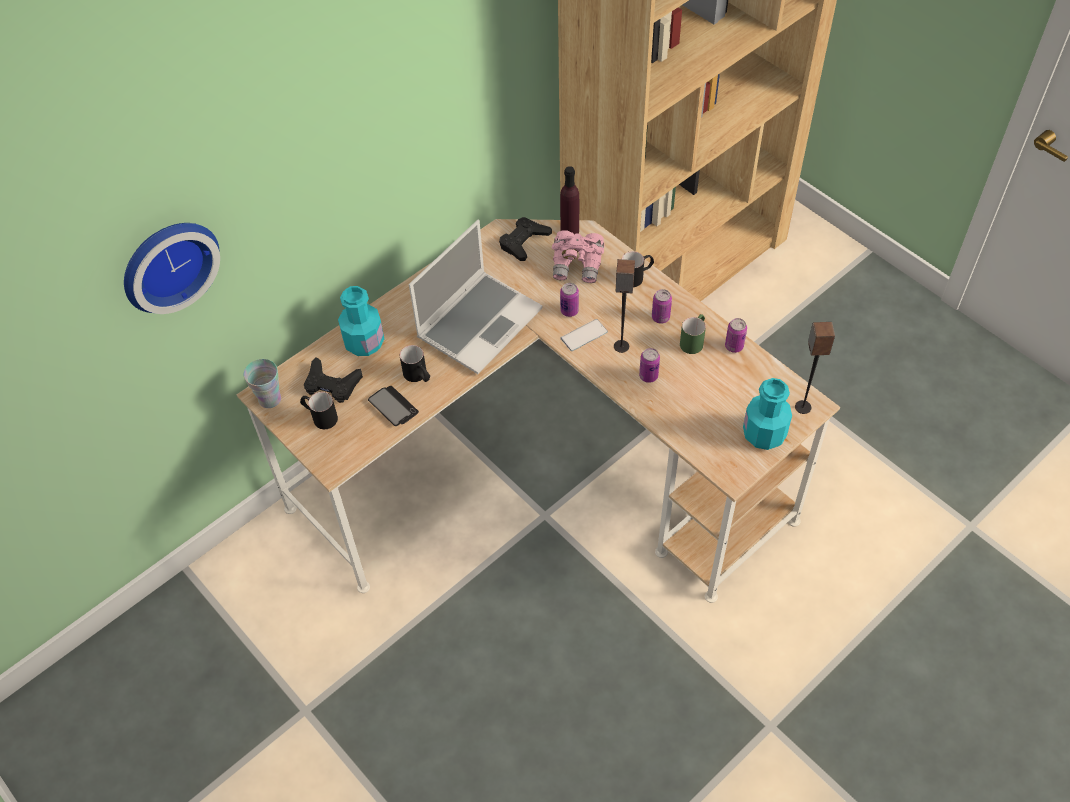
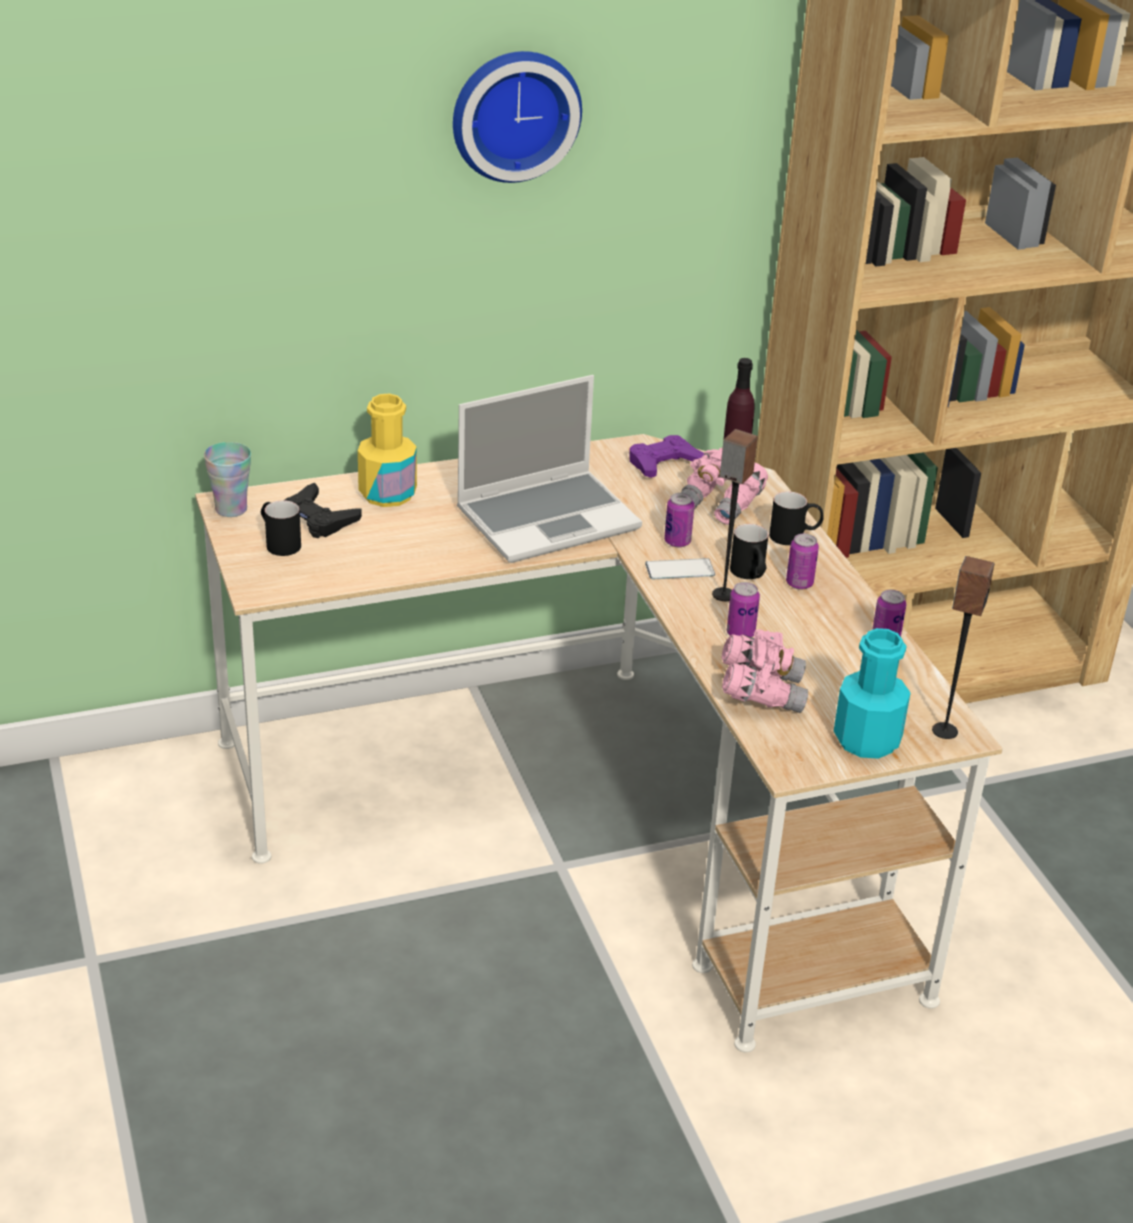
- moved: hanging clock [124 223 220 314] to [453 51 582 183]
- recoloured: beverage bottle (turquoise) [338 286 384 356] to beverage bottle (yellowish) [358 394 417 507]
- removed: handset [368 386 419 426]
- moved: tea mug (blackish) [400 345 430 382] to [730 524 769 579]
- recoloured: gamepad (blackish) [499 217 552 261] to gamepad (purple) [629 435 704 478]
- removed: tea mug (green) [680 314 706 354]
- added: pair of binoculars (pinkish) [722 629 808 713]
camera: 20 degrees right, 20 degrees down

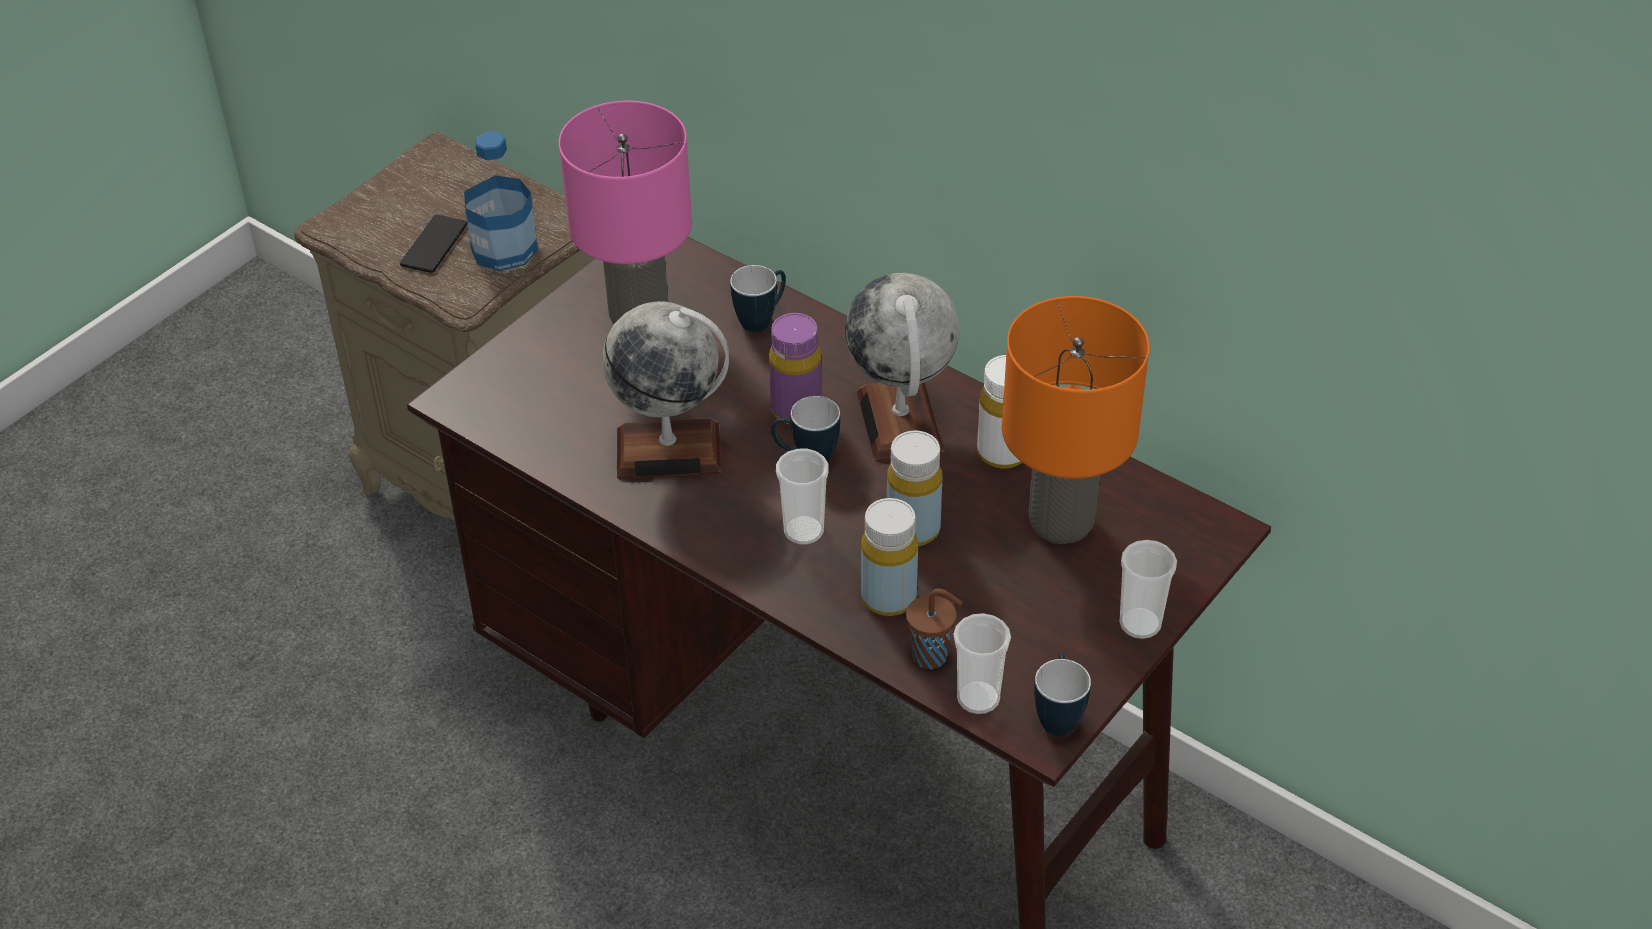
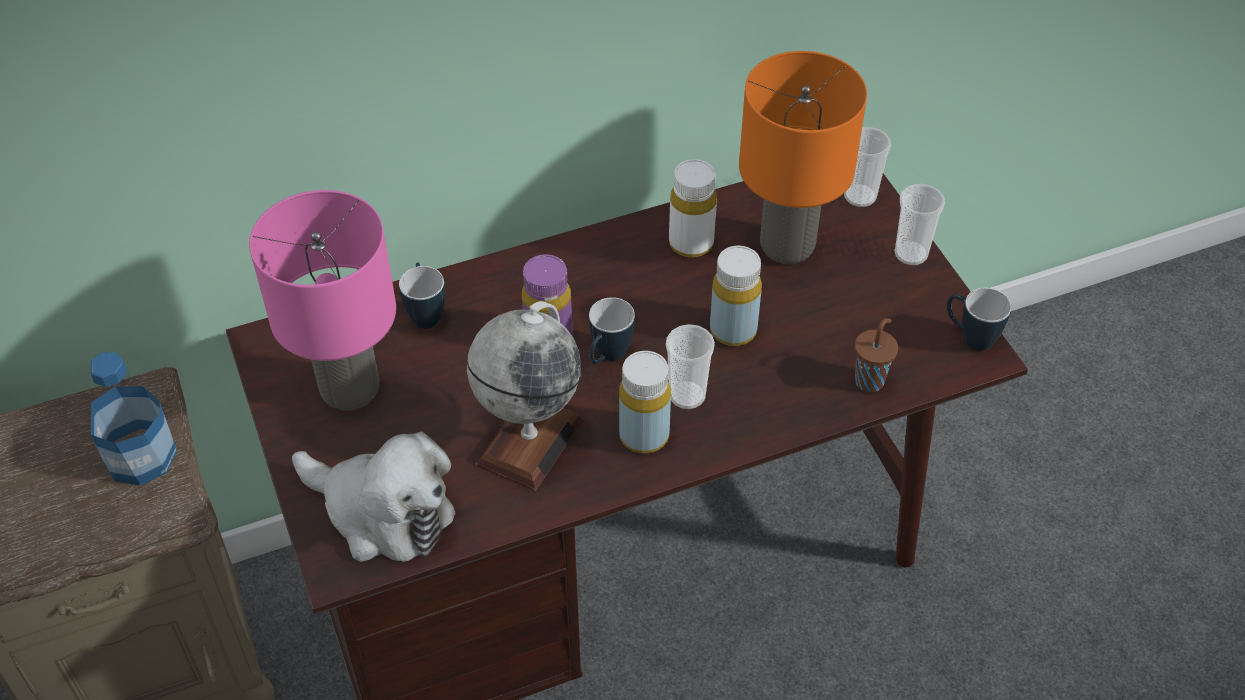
- removed: handset [400 215 467 273]
- removed: world globe [845 273 959 461]
- moved: beverage bottle (yellowish) [861 498 918 616] to [619 351 671 453]
- moved: cup [954 613 1011 714] to [844 127 891 207]
- added: soft toy [292 432 456 562]
camera: 60 degrees left, 5 degrees up

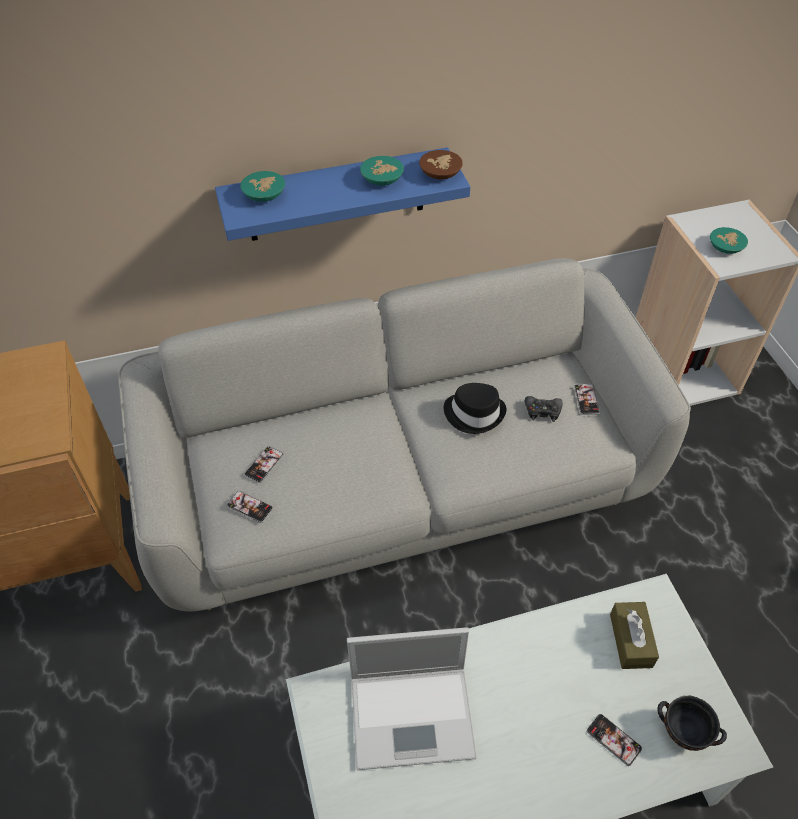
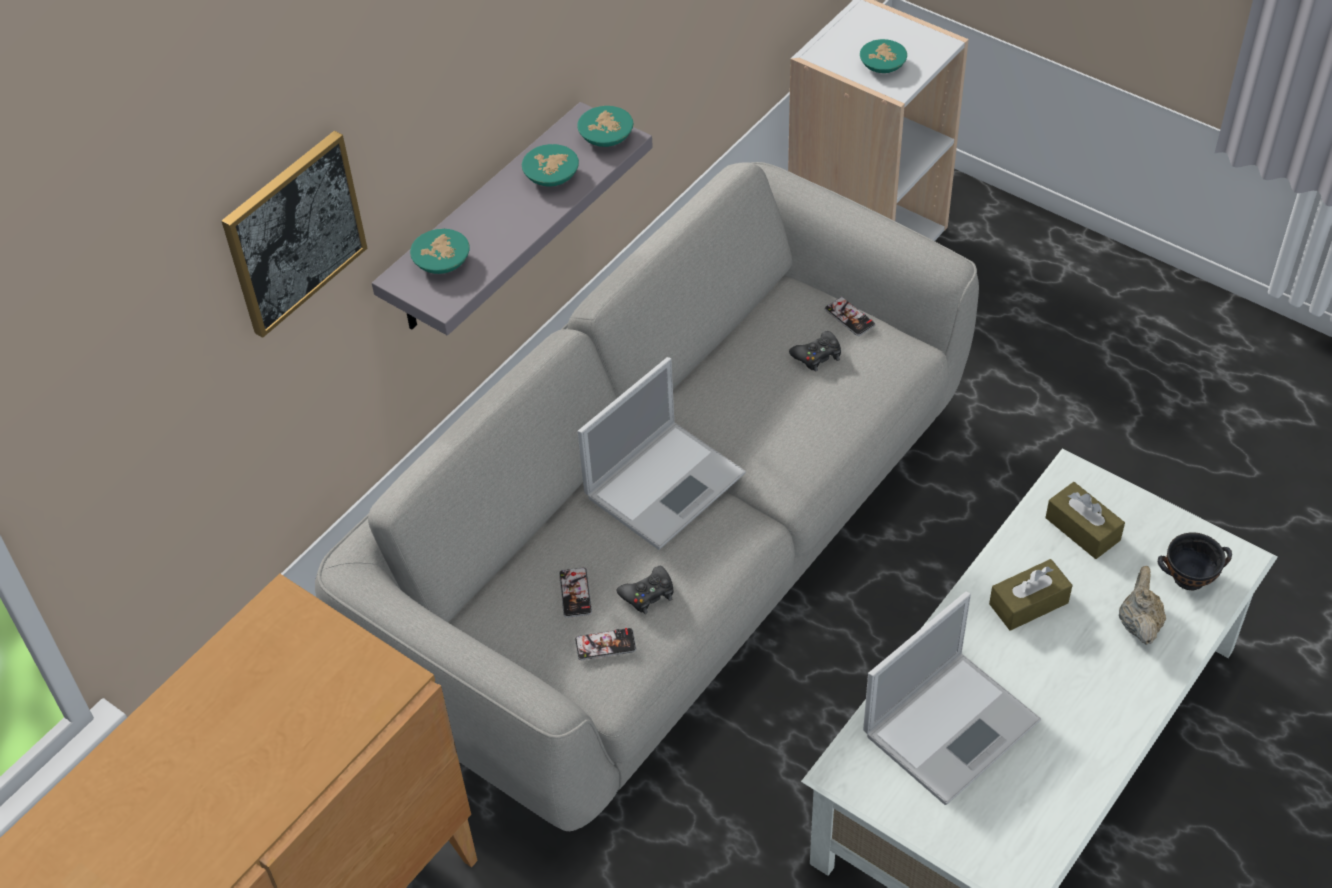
- recoloured: bracket shelf (blue-coloured) [215 147 470 241] to bracket shelf (gray) [372 102 653 335]
- recoloured: serving bowl (brown-coloured) [419 150 463 179] to serving bowl (turquoise) [577 106 633 147]
- removed: hat (blackish) [444 383 506 434]
- replaced: handset [587 714 642 766] to pot for tea (sand-coloured) [1119 566 1166 645]
- added: wall art [222 131 367 338]
- added: notebook computer [578 357 746 550]
- added: gamepad (blackish) [617 566 673 614]
- added: tissue holder (brown-coloured) [989 559 1073 631]
camera: 35 degrees left, 0 degrees up

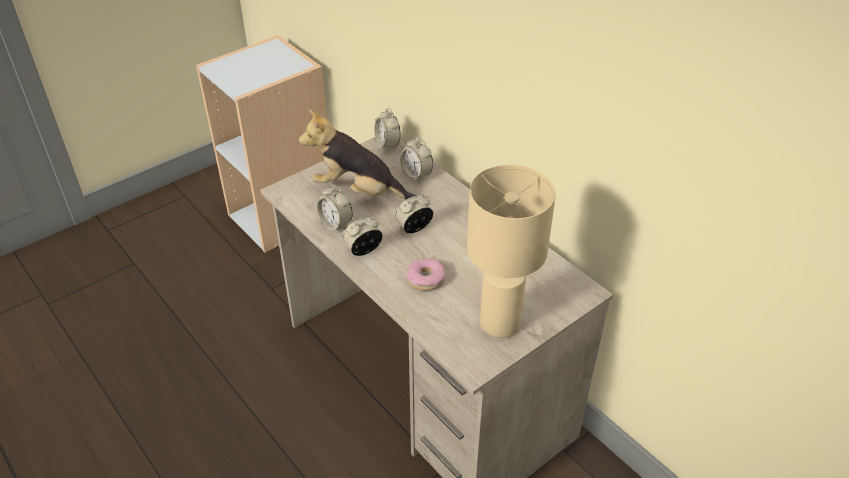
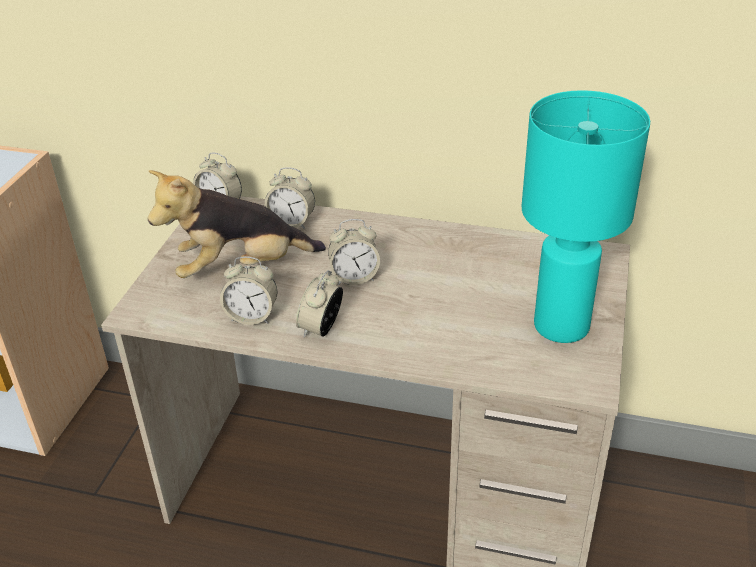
- turned: table clock [395 194 433 233] = [328 219 380 285] 120 degrees counterclockwise
- removed: doughnut [406 258 446 291]
- recoloured: table lamp (sand-coloured) [467 165 556 338] to table lamp (turquoise) [522 90 650 343]
camera: 35 degrees left, 5 degrees down

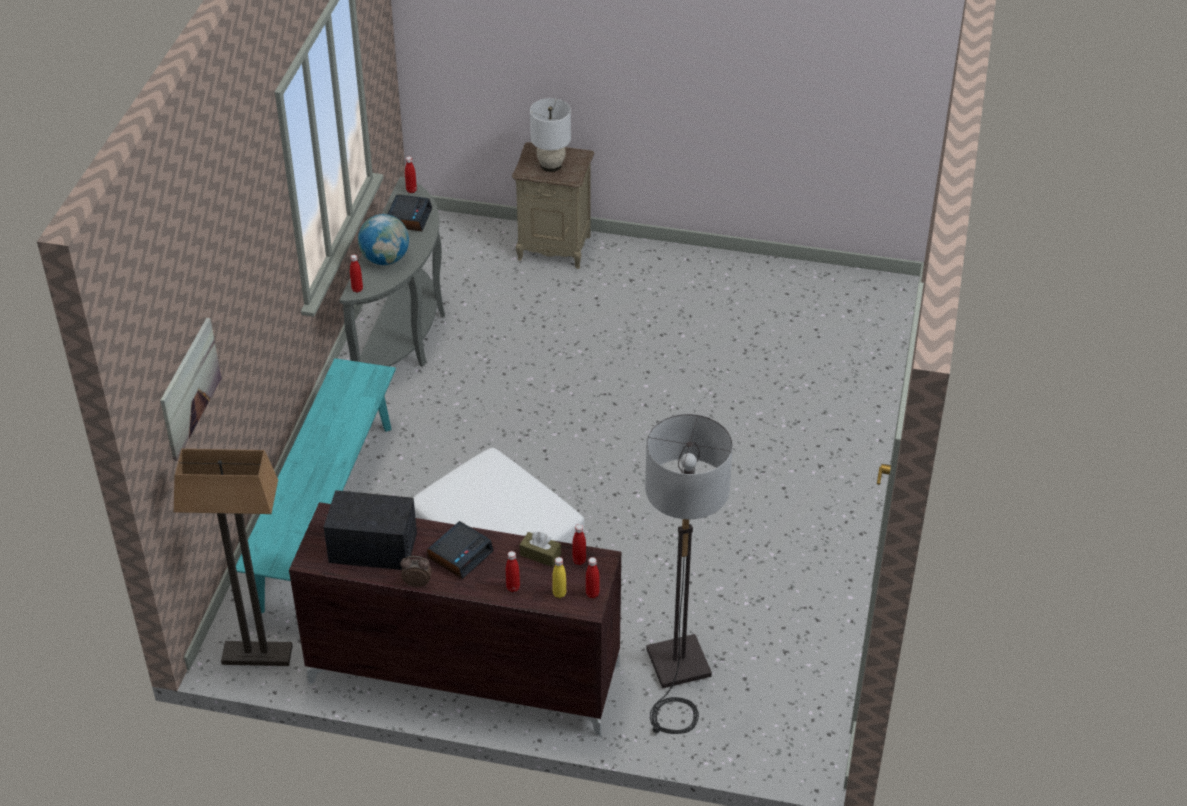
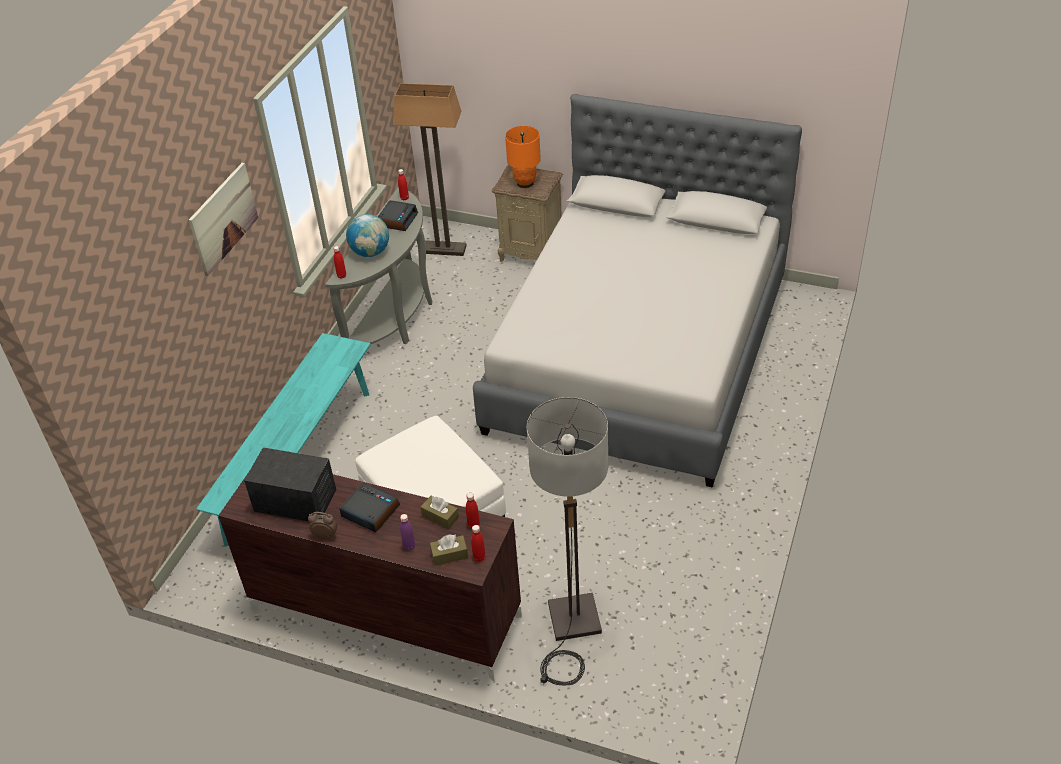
- moved: wall art [160 318 221 461] to [189 163 258 276]
- moved: standing lamp [174 449 293 666] to [393 83 467 256]
- turned: table clock [427 521 494 579] = [339 483 400 532] 105 degrees counterclockwise
- recoloured: beverage bottle (red) [506 551 520 592] to beverage bottle (purple) [400 514 415 550]
- recoloured: table lamp (whitish) [530 98 571 172] to table lamp (orange-coloured) [505 126 541 188]
- replaced: beverage bottle (yellowish) [552 557 566 598] to tissue holder (brown-coloured) [430 534 468 566]
- added: bedroom bed (gray) [473 94 802 488]
camera: 10 degrees right, 0 degrees up

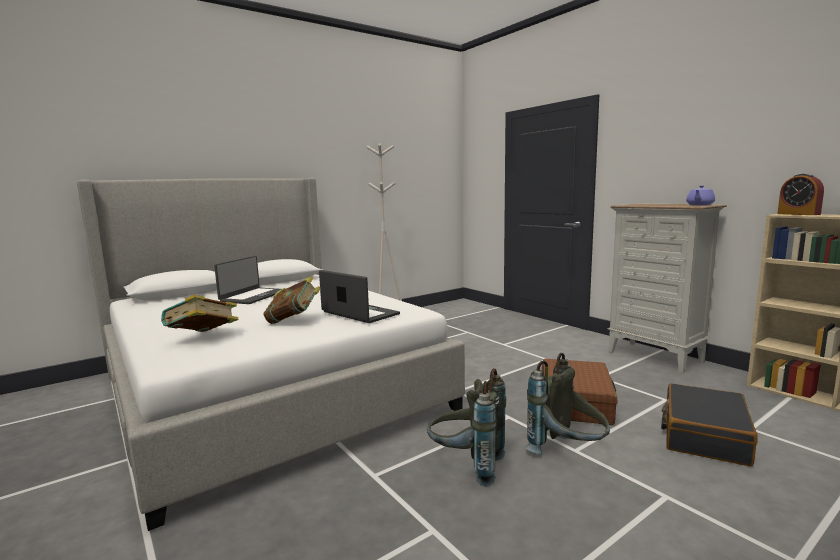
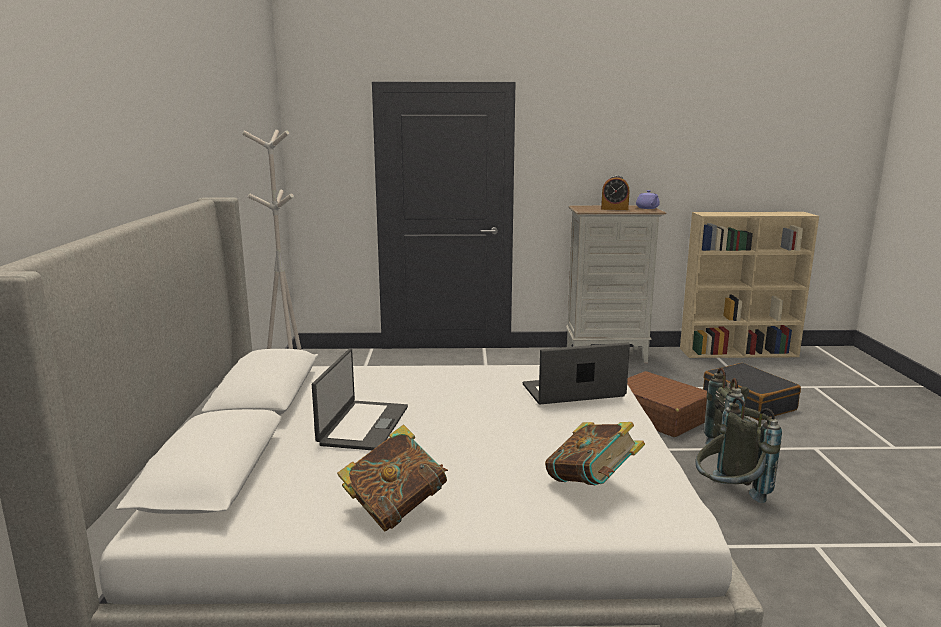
- turned: notebook computer [214 256 281 304] = [312 349 408 450] 45 degrees clockwise
- moved: bound book [263 276 321 324] to [337 425 448 531]
- moved: table clock [778 173 824 215] to [601 175 630 210]
camera: 55 degrees left, 5 degrees up

